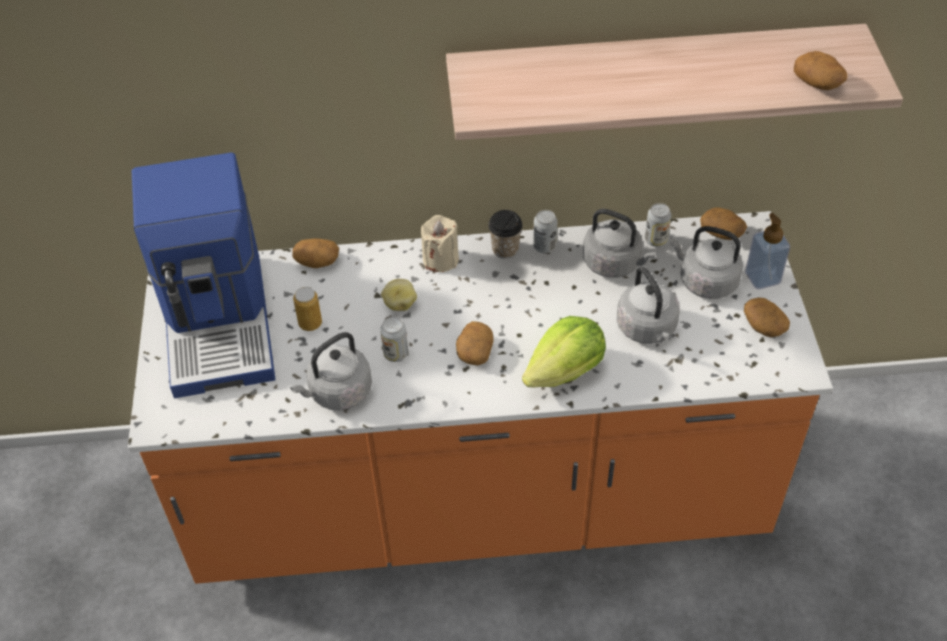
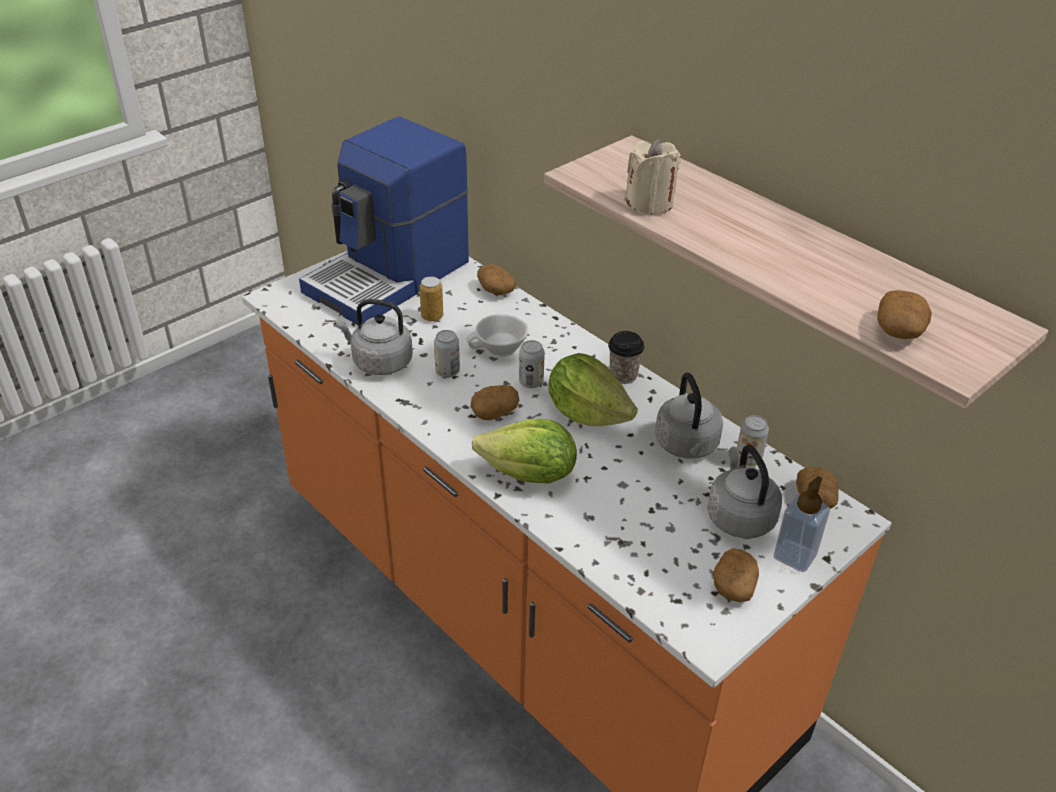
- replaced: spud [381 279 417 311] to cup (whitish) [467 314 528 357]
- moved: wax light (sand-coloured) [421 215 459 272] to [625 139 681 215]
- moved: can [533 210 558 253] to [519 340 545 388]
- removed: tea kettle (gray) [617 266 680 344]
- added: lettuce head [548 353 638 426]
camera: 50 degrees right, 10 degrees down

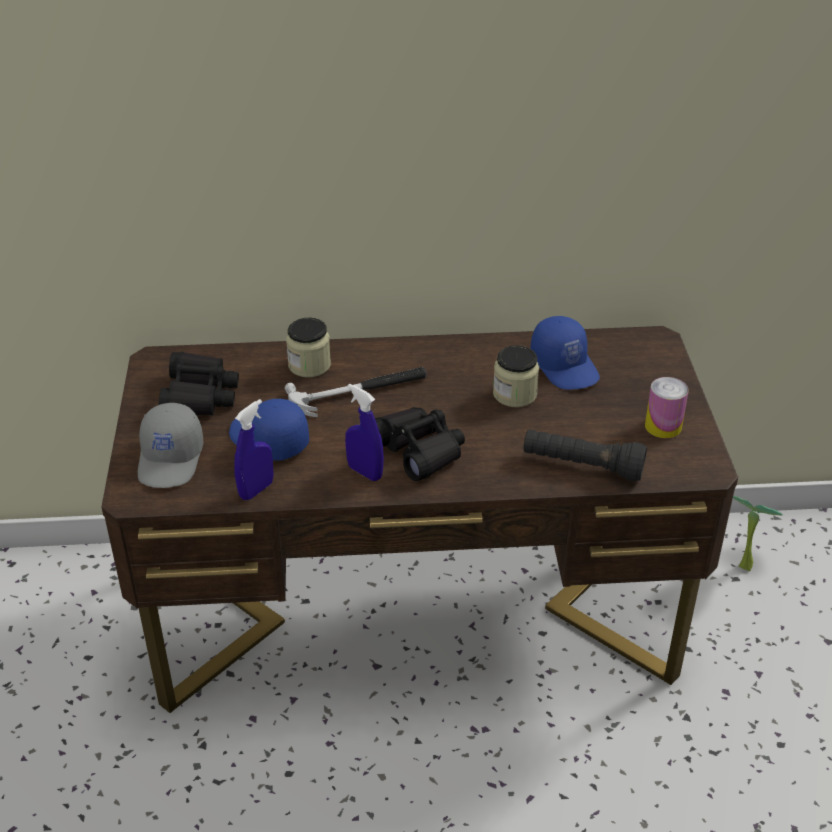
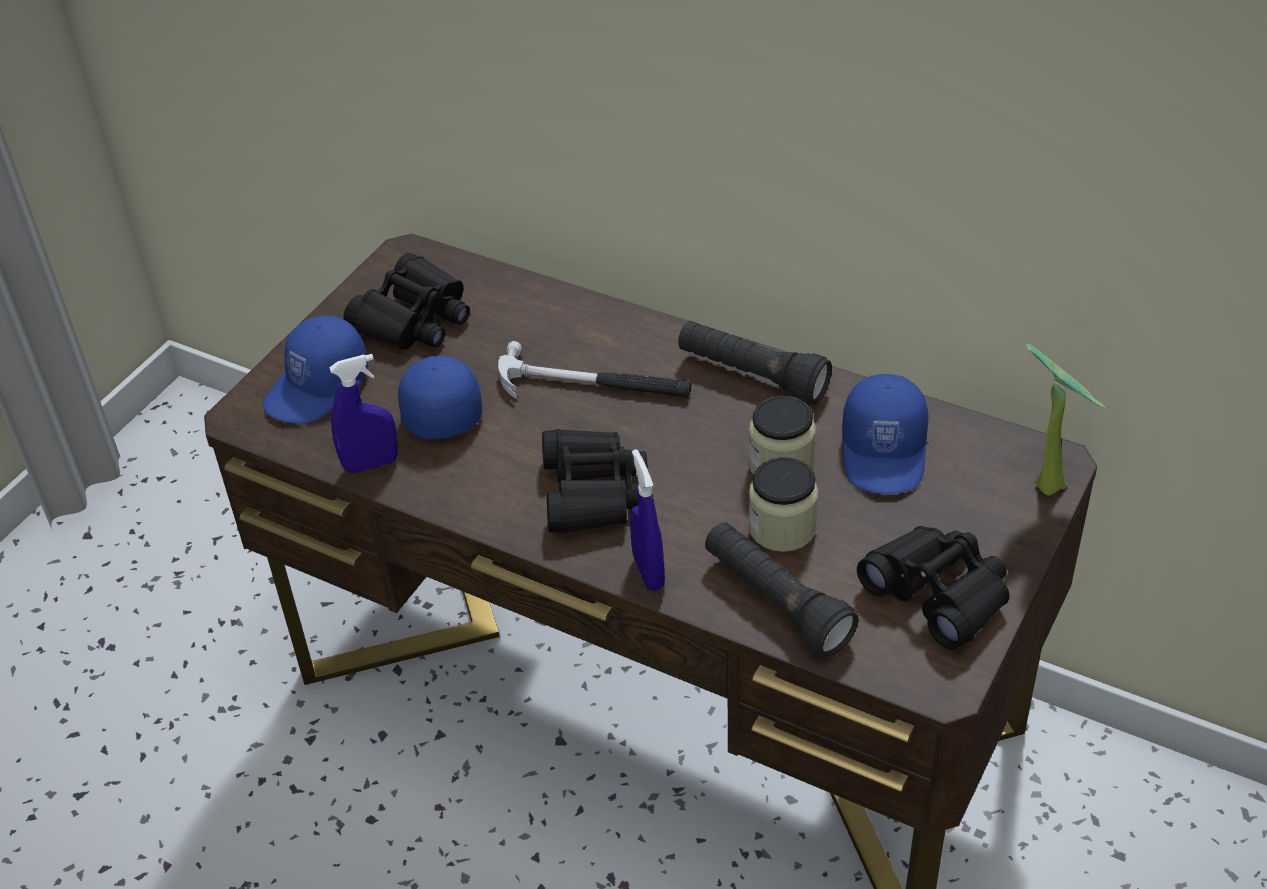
- recoloured: peaked cap (gray) [138 403 203 488] to peaked cap (blue-coloured) [263 315 368 424]
- moved: jar [286 318 331 377] to [749 457 818 552]
- moved: sprayer (blue-coloured) [345 383 384 481] to [630 449 665 591]
- replaced: can [645 377 689 438] to pair of binoculars (blackish) [857 526 1009 650]
- moved: houseplant [733 496 782 571] to [1026 343 1105 496]
- added: torch (blackish) [678 321 832 405]
camera: 35 degrees right, 5 degrees up

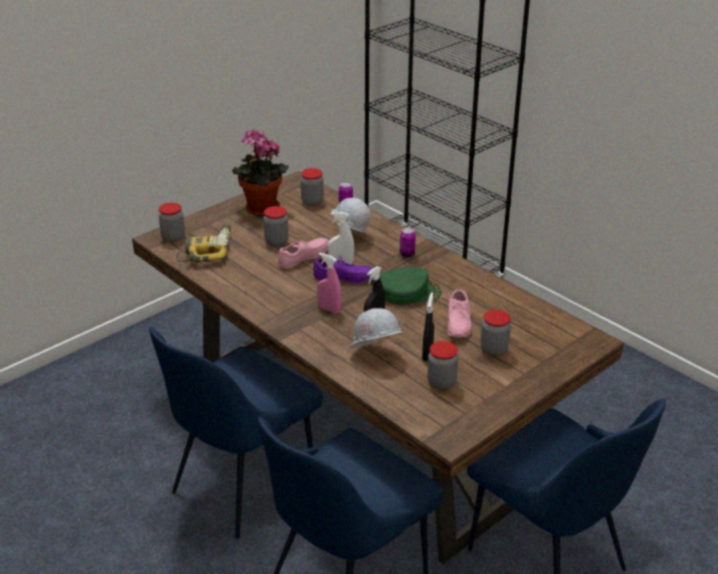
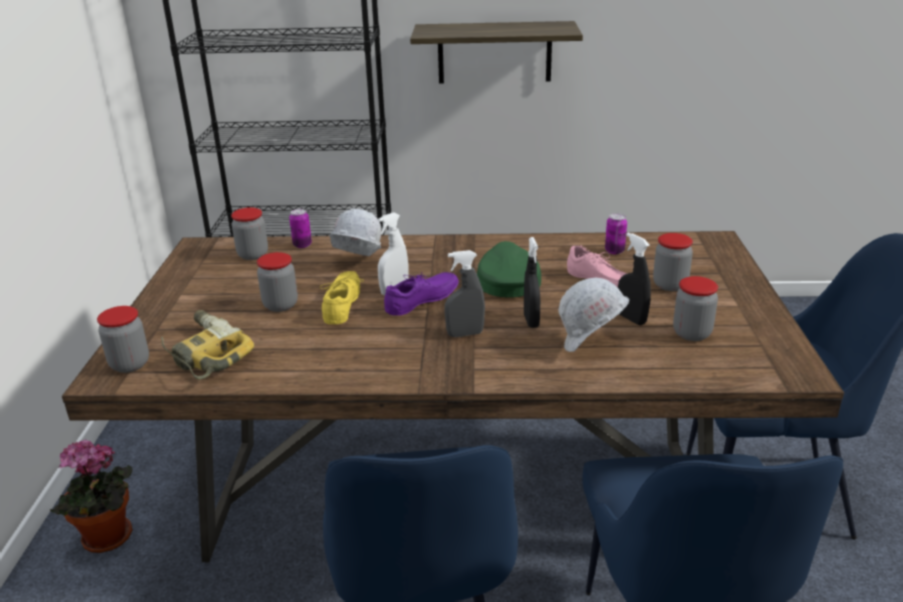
- moved: houseplant [233 129 289 216] to [50 440 133 553]
- recoloured: item of footwear (pinkish) [278 237 329 268] to item of footwear (yellowish) [320 271 364 324]
- recoloured: sprayer (pinkish) [317 253 342 313] to sprayer (gray) [444 250 485 337]
- turned: peaked cap (green) [379 267 442 305] = [477 241 541 298] 45 degrees counterclockwise
- moved: can [400 227 416 258] to [605 213 627 254]
- added: bracket shelf [410 21 583 84]
camera: 45 degrees left, 5 degrees down

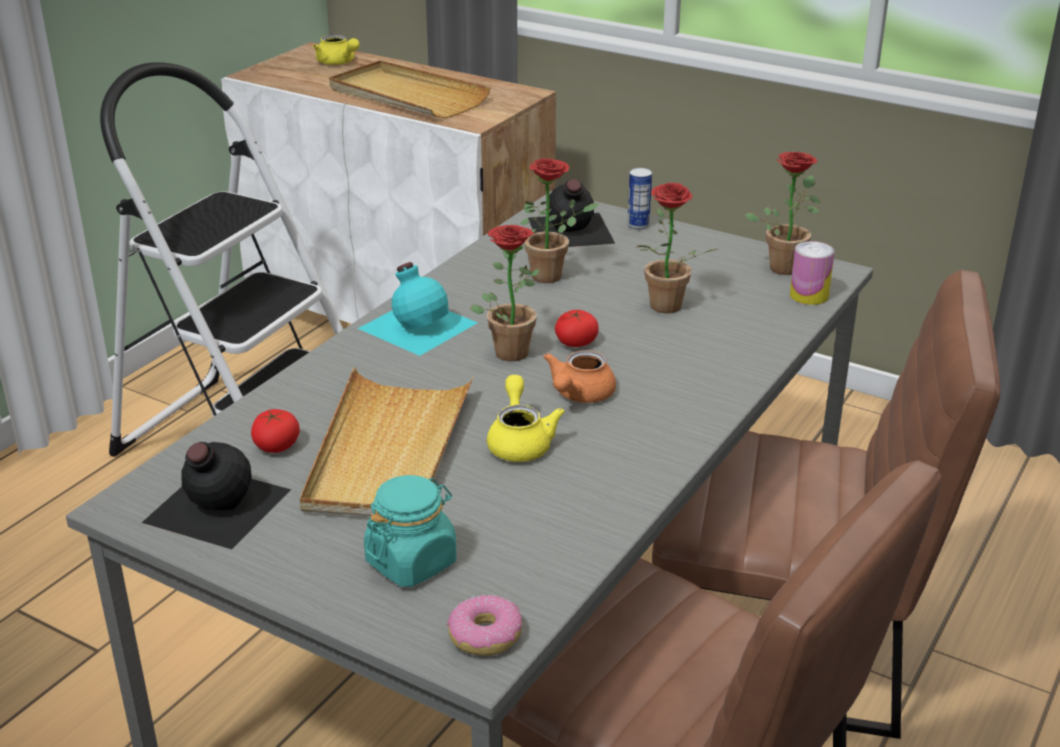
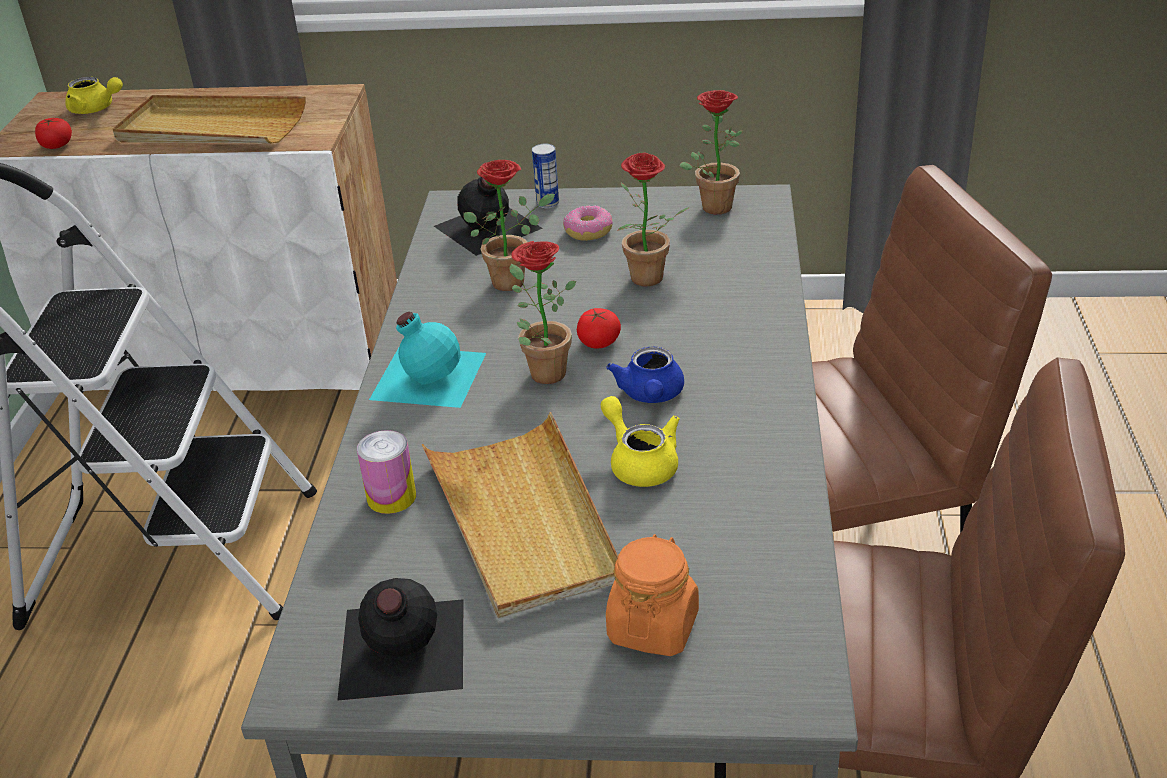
- moved: fresh tomato [251 409 300 453] to [35 118 72 149]
- recoloured: jar (turquoise) [364 475 457 587] to jar (orange-coloured) [606 534 699 656]
- moved: doughnut [447 595 522 656] to [563 205 613 241]
- recoloured: pot for tea (orange-coloured) [543 350 616 403] to pot for tea (blue-coloured) [606 346 684 403]
- moved: can [790 241 835 305] to [357 430 416 514]
camera: 25 degrees left, 5 degrees up

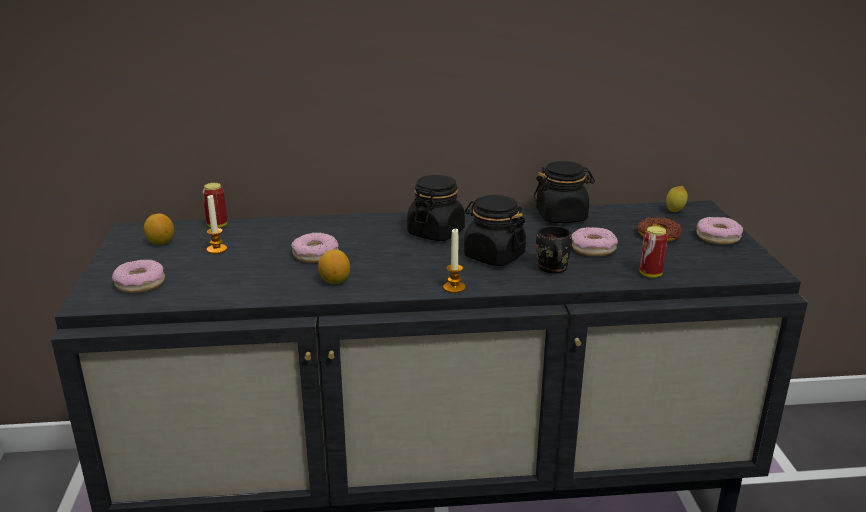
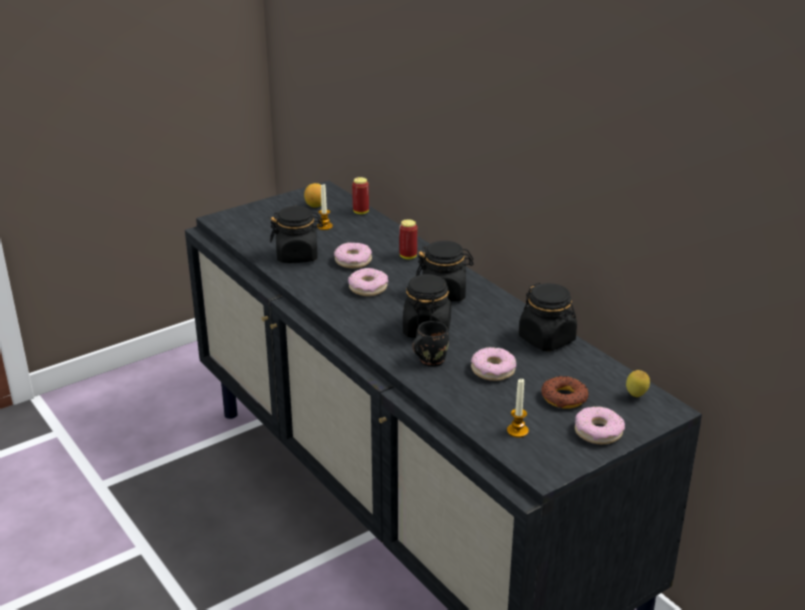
- moved: doughnut [112 259 165 293] to [348 268 388 296]
- removed: lemon [318 250 350 284]
- moved: wax light [443 229 465 293] to [507 379 529 438]
- moved: can [640 226 668 278] to [399 219 417 259]
- added: jar (blackish) [270 206 323 263]
camera: 60 degrees right, 5 degrees up

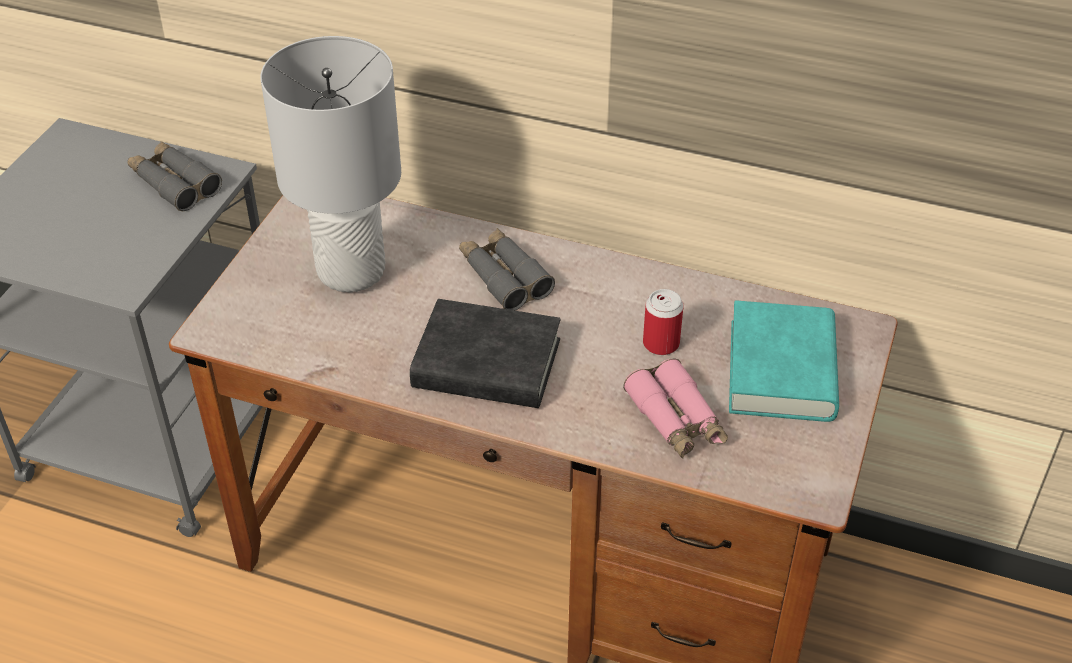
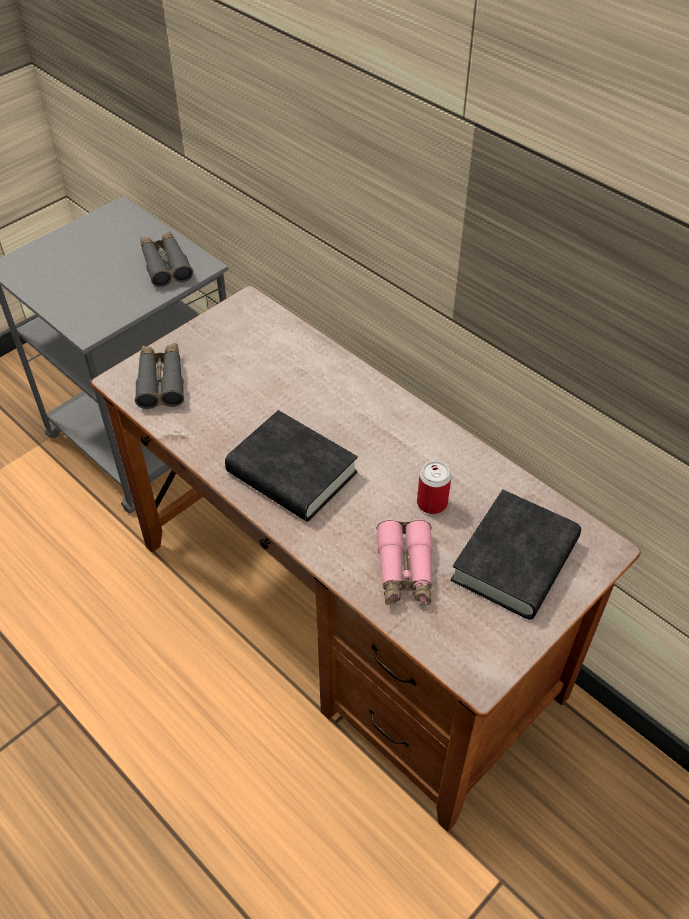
- removed: table lamp (gray) [260 36 401 293]
- moved: pair of binoculars (gray) [459 228 555 311] to [135 343 184 409]
- recoloured: bound book (turquoise) [729 300 839 422] to bound book (blackish) [450 489 581 620]
camera: 25 degrees right, 5 degrees up

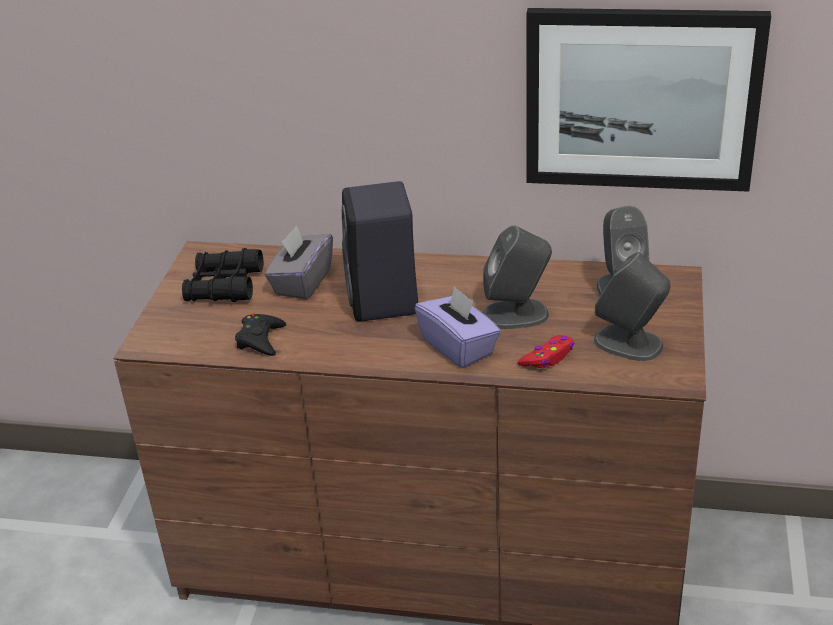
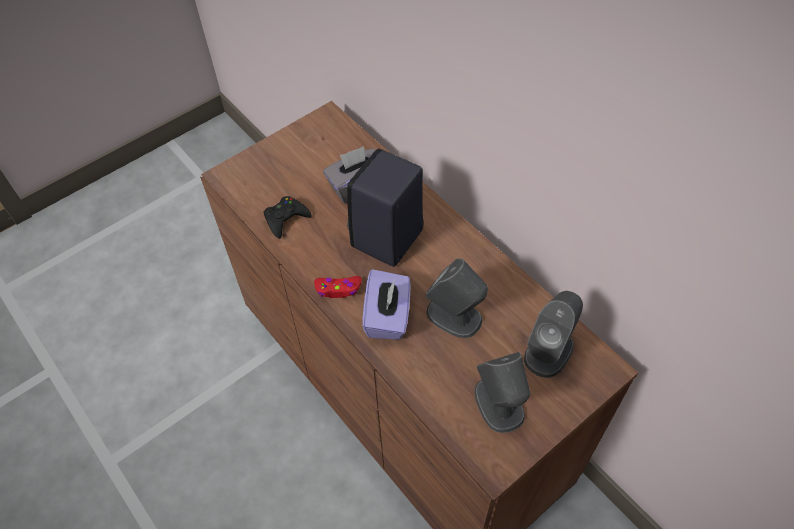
- removed: pair of binoculars (blackish) [182 248 264 302]
- moved: gamepad (red) [518 335 574 368] to [314 276 362 298]
- removed: wall art [526 8 771 192]
camera: 40 degrees right, 20 degrees up

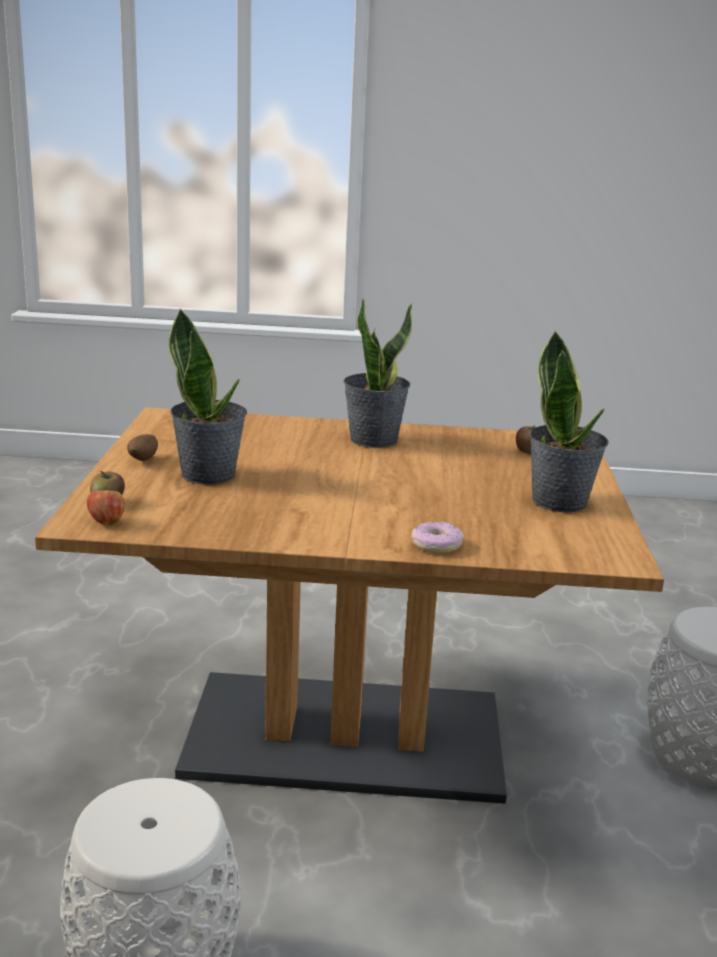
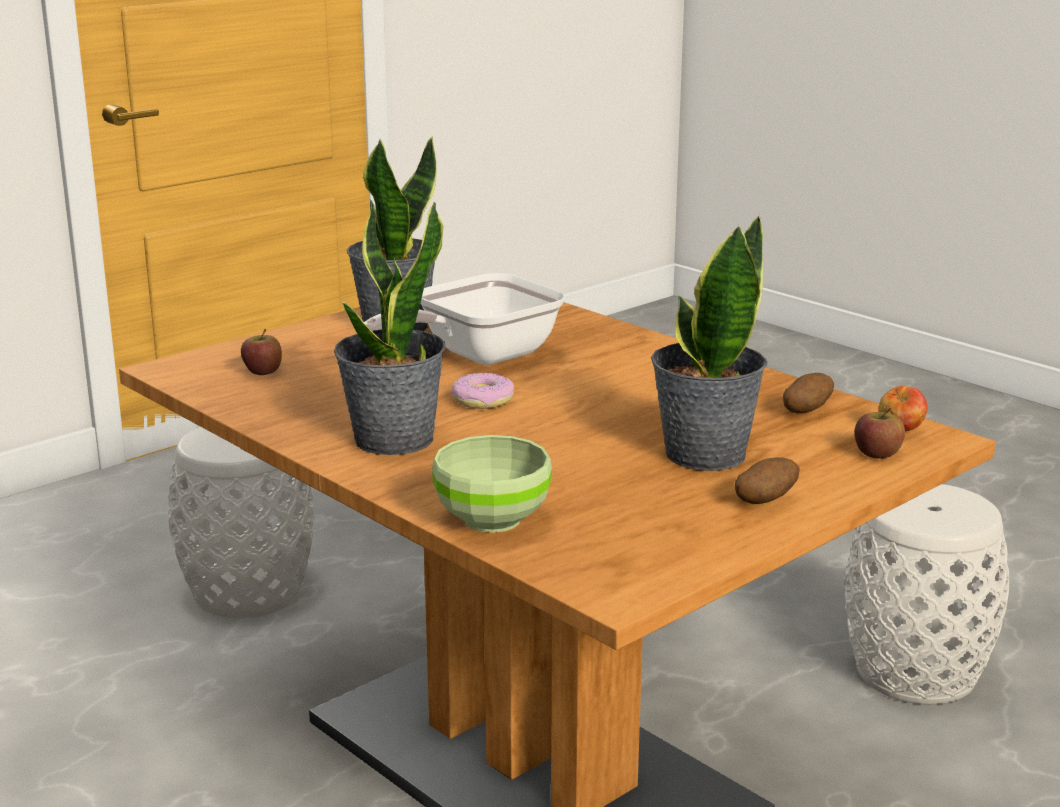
- moved: doughnut [412 522 464 553] to [451 373 514 409]
- added: frying pan [364 273 565 365]
- added: serving bowl (green) [432 435 552 533]
- added: spud [783 373 834 414]
camera: 135 degrees left, 0 degrees up

